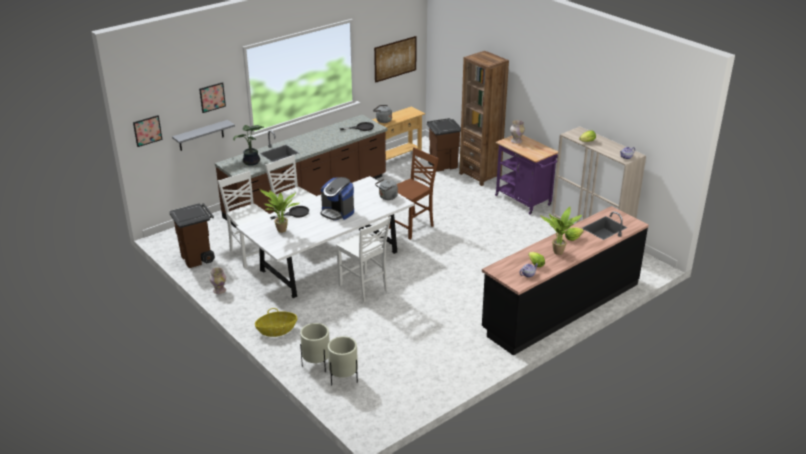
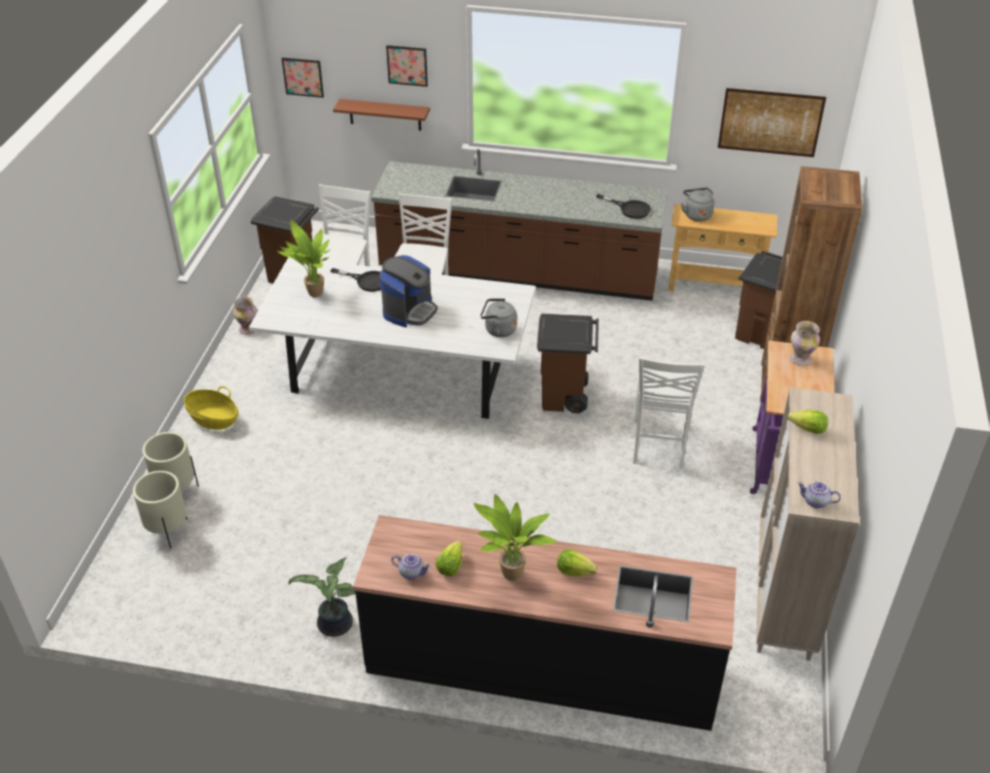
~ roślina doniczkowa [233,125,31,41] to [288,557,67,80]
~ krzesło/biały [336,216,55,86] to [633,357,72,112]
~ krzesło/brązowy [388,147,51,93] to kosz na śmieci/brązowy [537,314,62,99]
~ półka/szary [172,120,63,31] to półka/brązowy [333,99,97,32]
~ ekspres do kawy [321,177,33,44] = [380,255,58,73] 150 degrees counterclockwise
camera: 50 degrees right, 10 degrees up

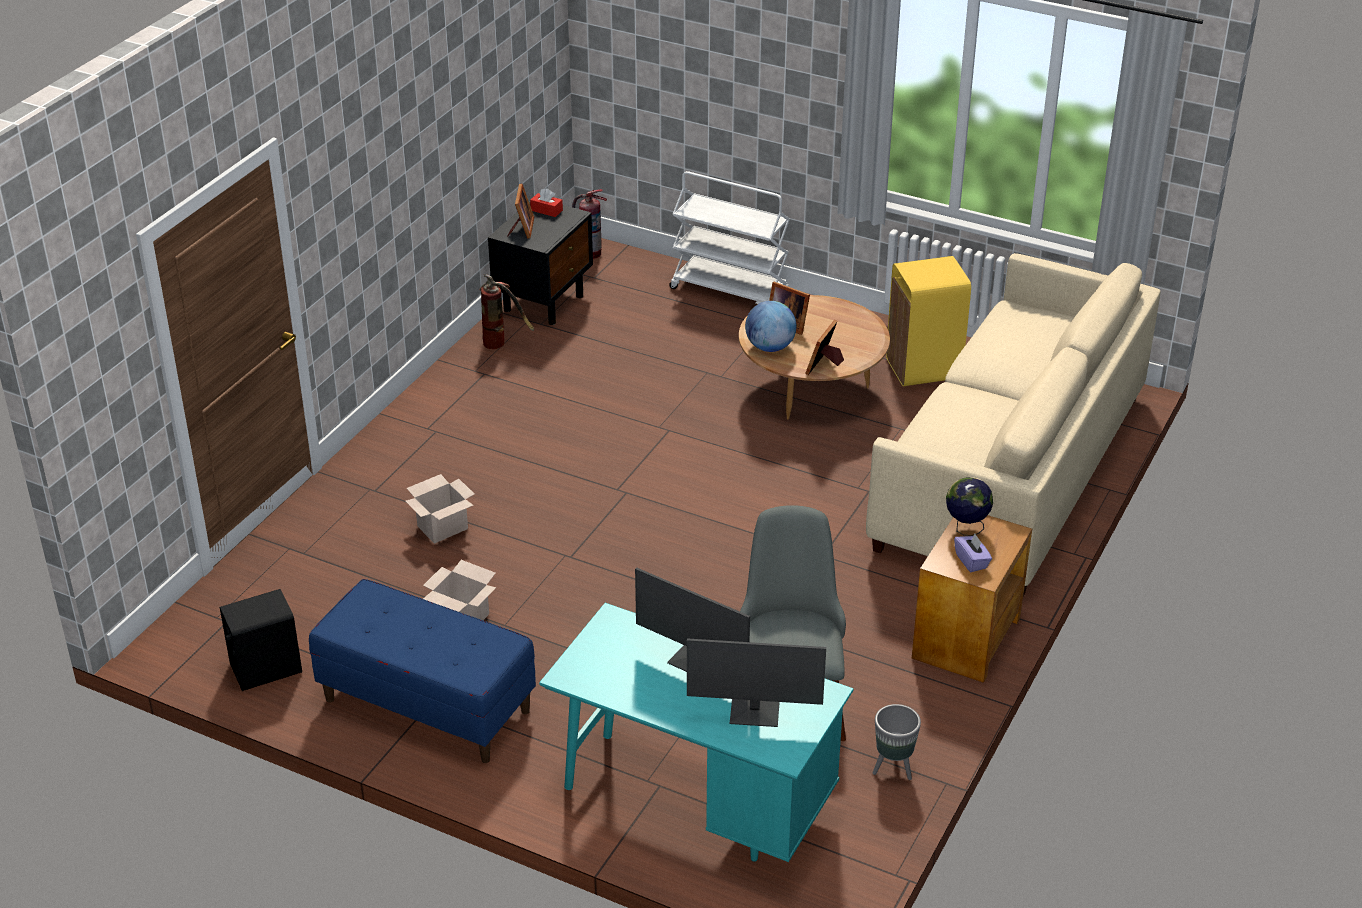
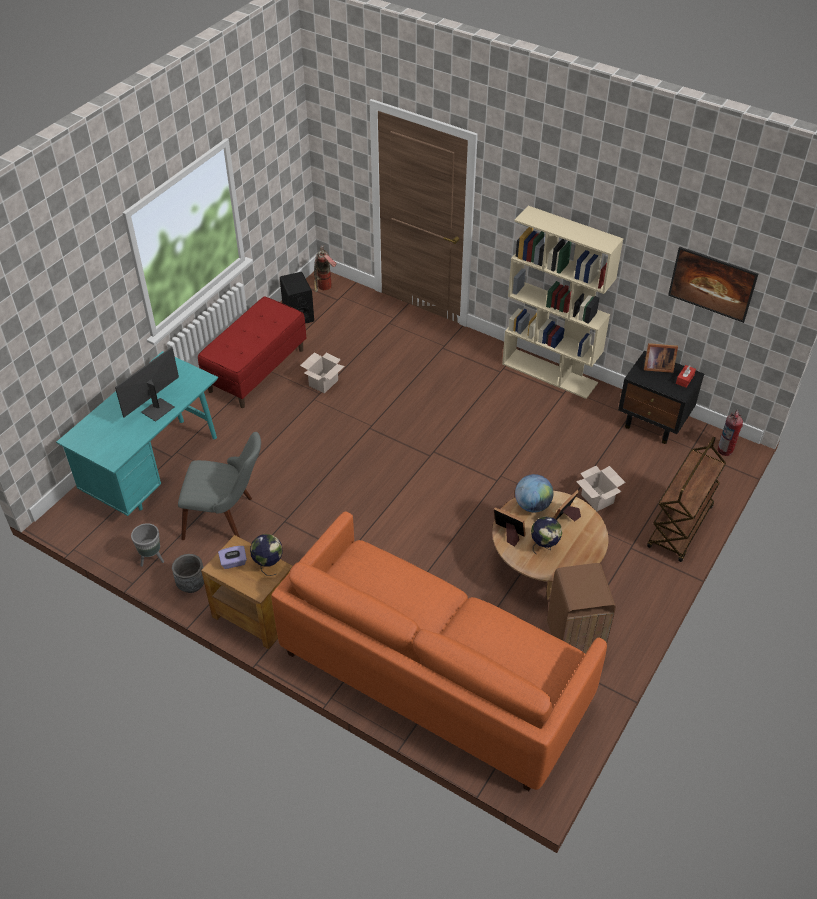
- monitor [687,638,139,89]
+ donica/szary [172,554,32,39]
+ regał/beżowy [502,206,121,193]
+ globus [531,516,31,38]
+ obraz [668,247,90,76]
~ karton [405,474,69,70] to [576,466,50,45]
~ gaśnica [479,274,55,75] to [314,245,23,47]
~ ławka/niebieski [309,579,227,184] to ławka/czerwony [198,296,108,112]
~ wózek/biały [669,171,121,133] to wózek/brązowy [647,437,79,125]
~ kanapa/beżowy [866,253,295,343] to kanapa/pomarańczowy [271,511,336,280]
~ kosz na śmieci/żółty [886,256,85,130] to kosz na śmieci/brązowy [547,563,69,91]
camera: 95 degrees right, 10 degrees up

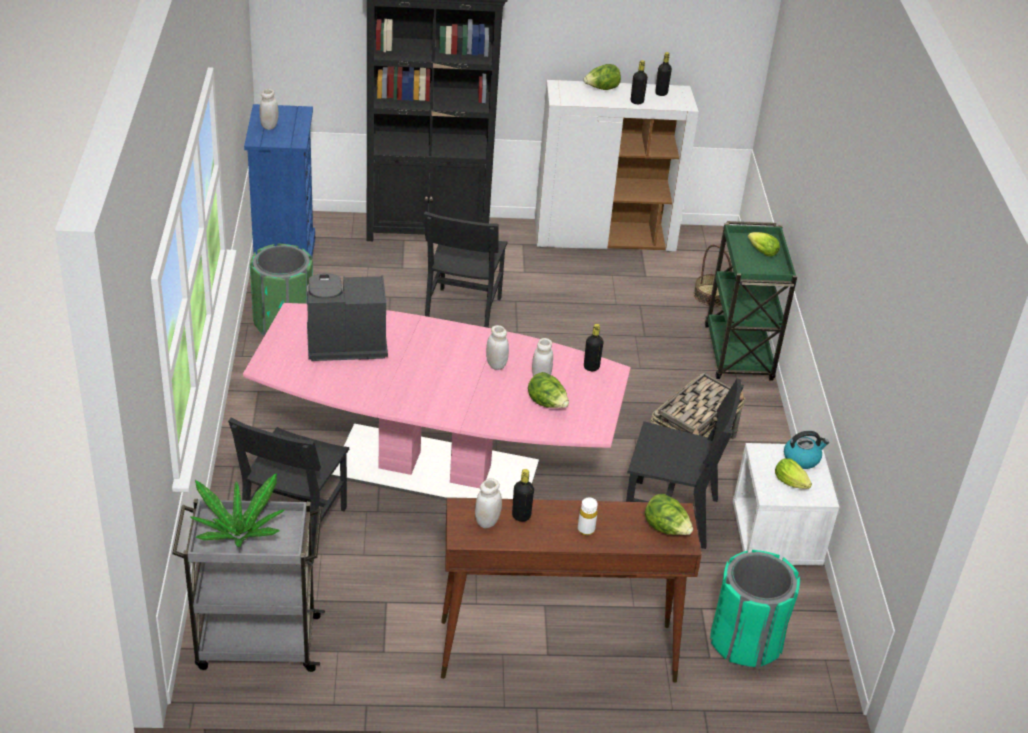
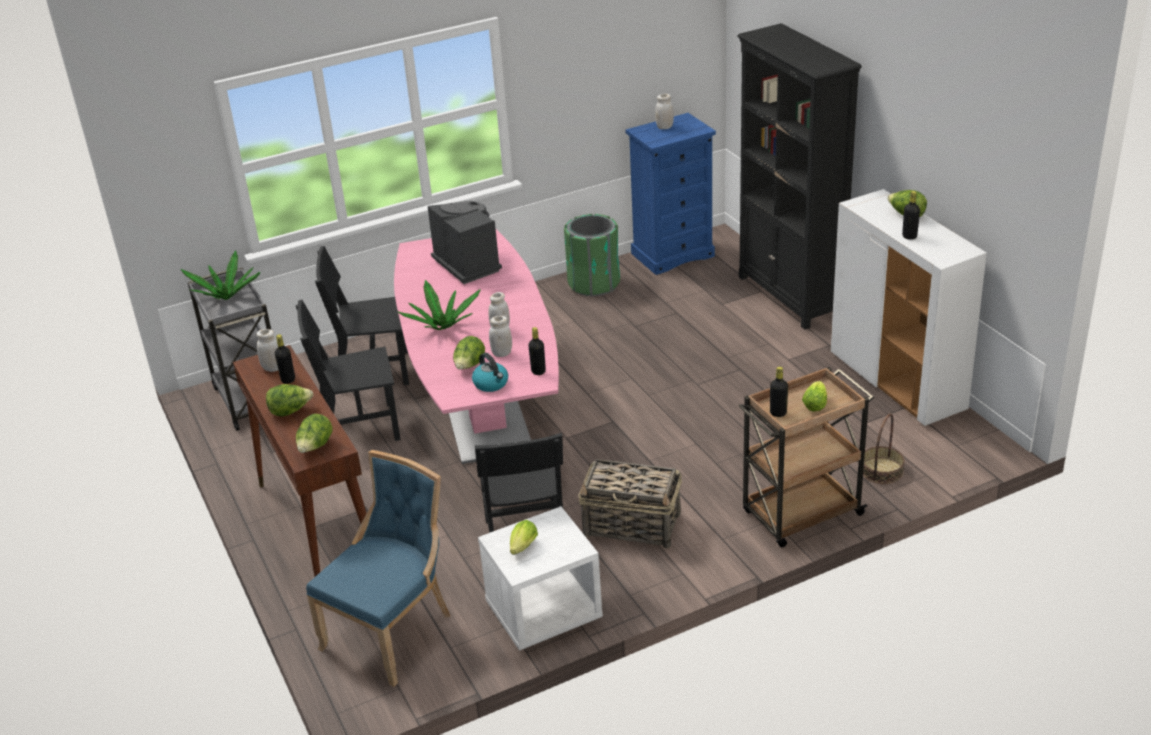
+ roślina doniczkowa [398,280,83,50]
~ krzesło/czarny [424,211,84,117] to [296,300,105,141]
~ butelka/czarny [655,52,17,44] to [770,367,18,50]
~ czajnik [784,431,45,38] to [472,353,36,39]
~ butelka/biały [578,498,20,37] to sałata [266,384,47,32]
~ kosz na śmieci/zielony [710,550,90,117] to krzesło/niebieski [306,450,144,237]
~ wózek/zielony [705,221,92,160] to wózek/brązowy [738,367,136,181]
camera: 70 degrees right, 5 degrees down

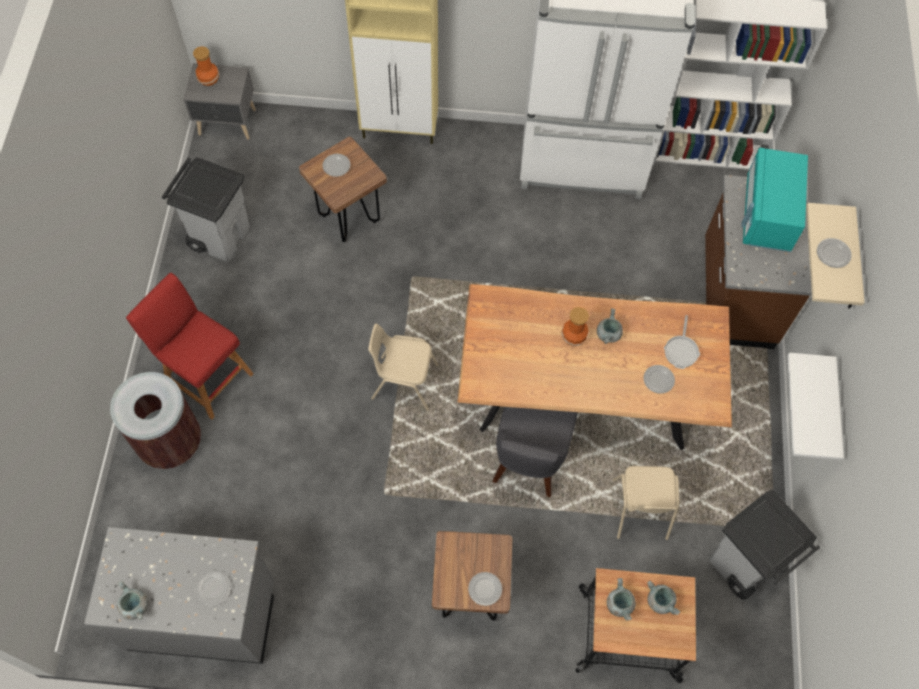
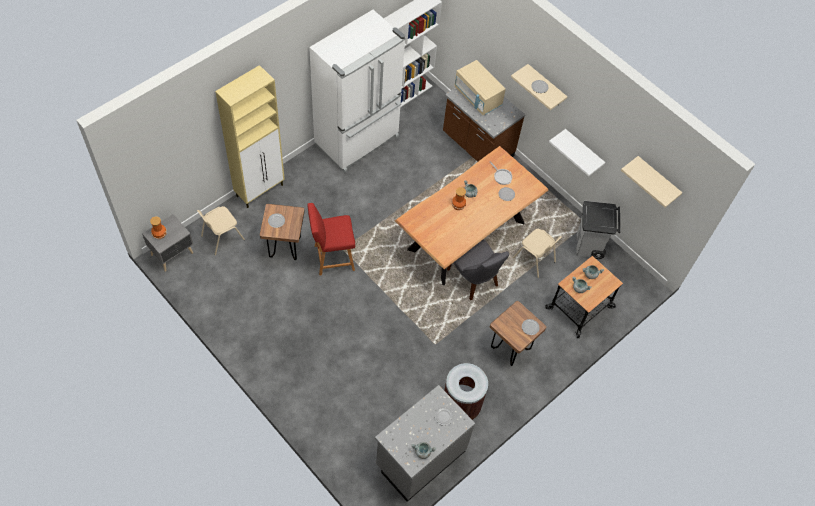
- kosz na śmieci/szary [162,157,88,105]
+ półka/beżowy [621,156,61,52]
~ kosz na śmieci/brązowy [110,372,91,97] to [444,363,44,57]
~ stołek/czerwony [126,273,128,147] to [307,203,48,72]
~ krzesło/beżowy [368,324,71,87] to [197,206,48,49]
~ mikrofalówka/turkusowy [741,147,67,105] to mikrofalówka/beżowy [455,60,51,55]
camera: 50 degrees left, 5 degrees down

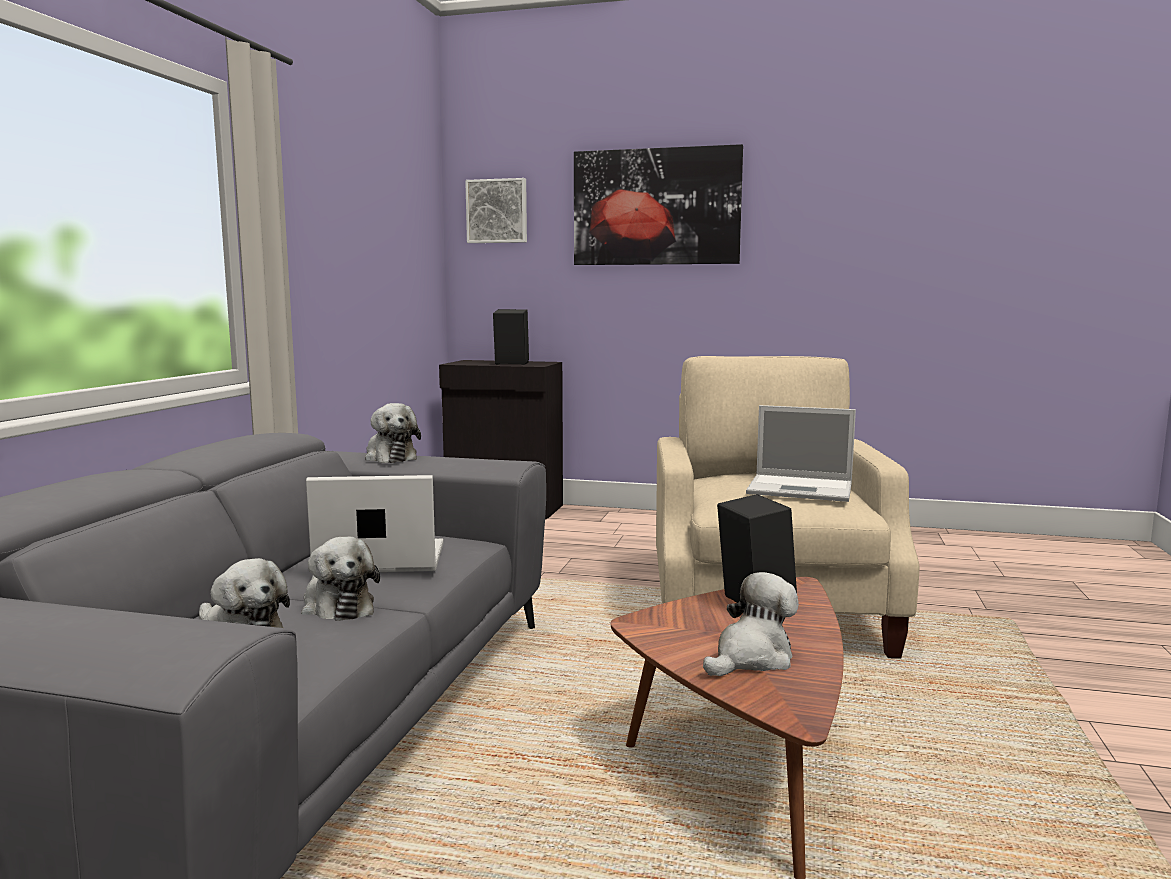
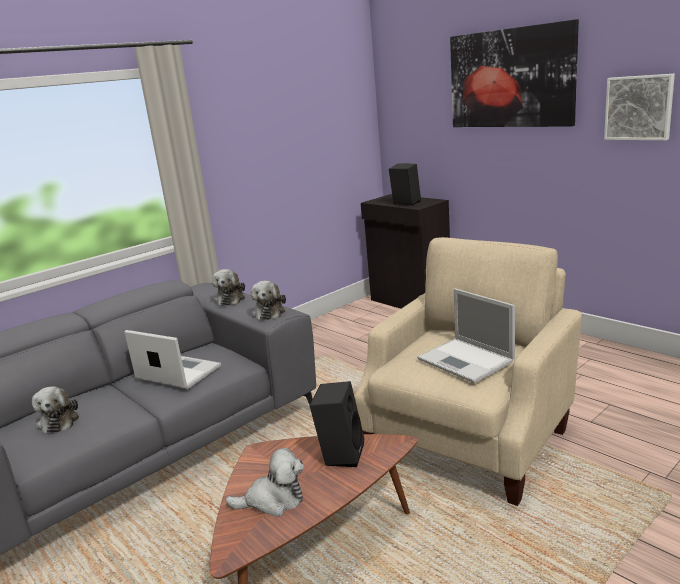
~ pluszak [301,537,79,84] to [250,281,36,39]
~ obraz [465,178,62,65] to [604,74,71,67]
camera: 35 degrees right, 10 degrees up

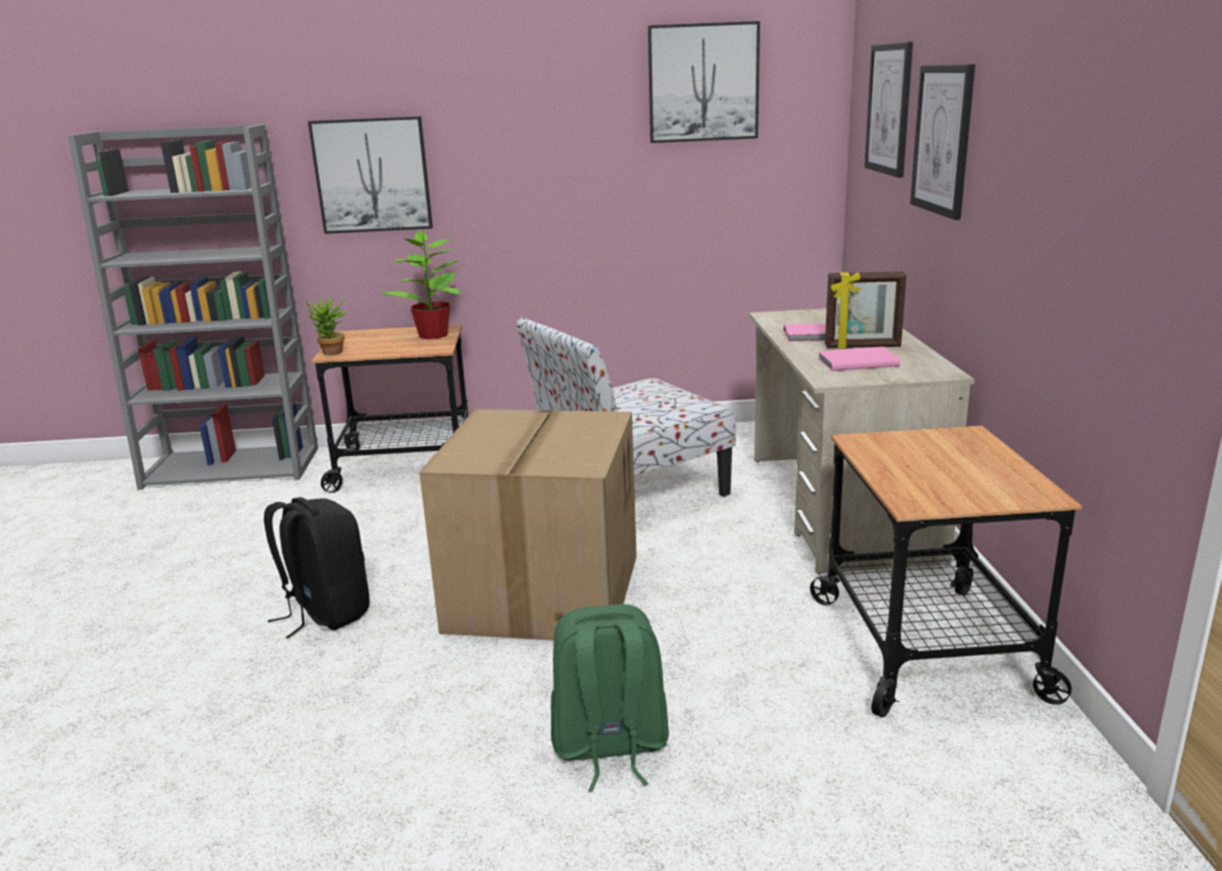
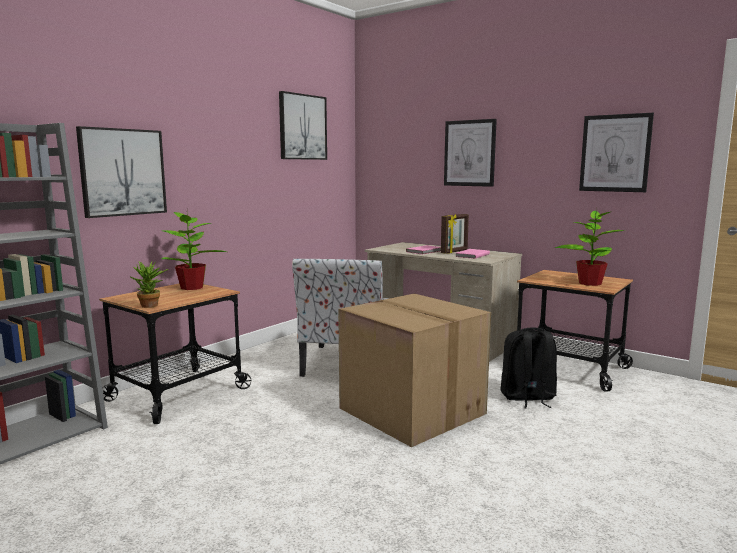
- plecak/zielony [551,604,118,188]
+ roślina doniczkowa [555,211,70,75]
~ plecak/czarny [264,497,106,142] to [500,328,57,80]
~ obraz [864,42,49,136] to [579,113,75,79]
camera: 50 degrees left, 10 degrees down

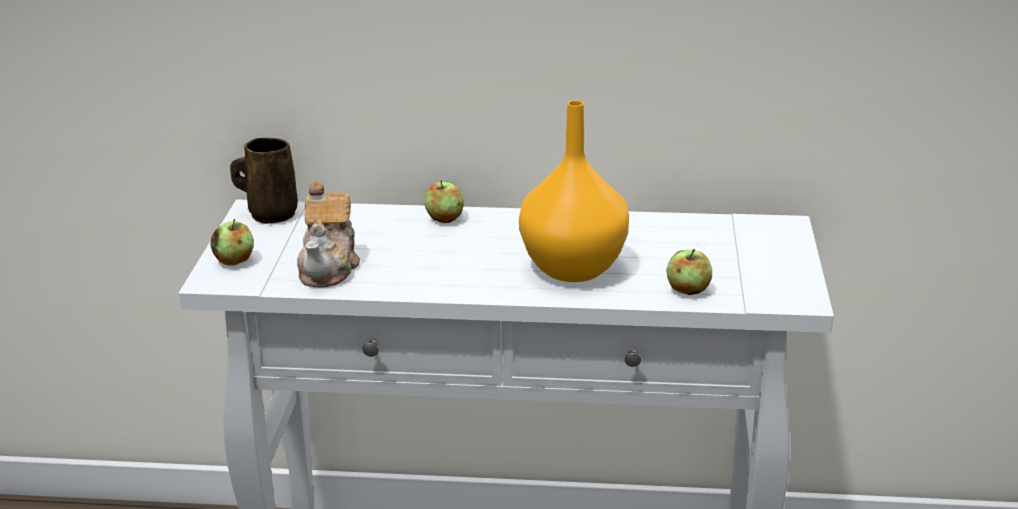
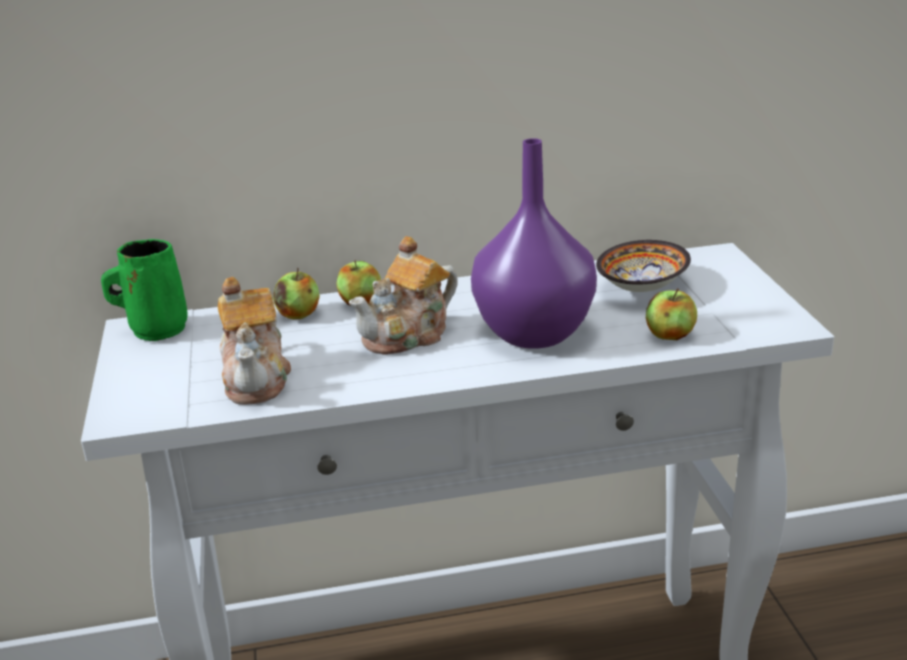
+ imbryk [349,236,109,119]
+ miska [596,240,95,52]
~ jabłko [210,219,44,47] to [273,268,47,52]
~ kubek/brązowy [230,138,68,86] to kubek/zielony [101,239,86,102]
~ wazon/pomarańczowy [519,100,110,182] to wazon/fioletowy [471,138,126,210]
camera: 15 degrees left, 0 degrees up

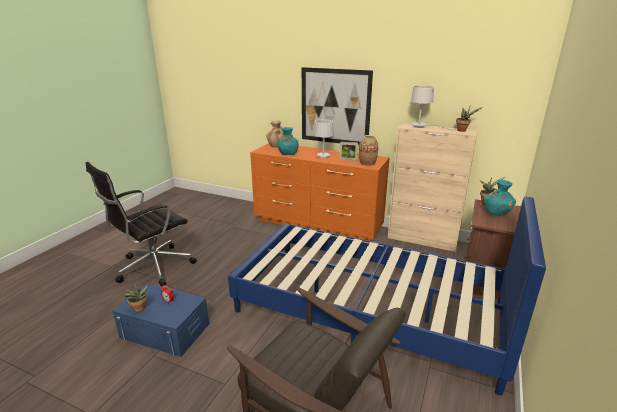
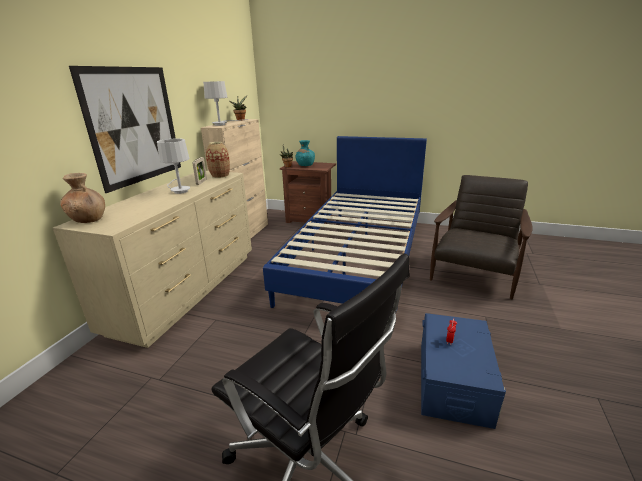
- roślina doniczkowa [123,284,26,28]
- wazon/turkusowy [278,127,21,28]
~ komoda/pomarańczowy [250,143,140,98] to komoda/beżowy [53,171,199,177]
camera: 95 degrees left, 0 degrees up

